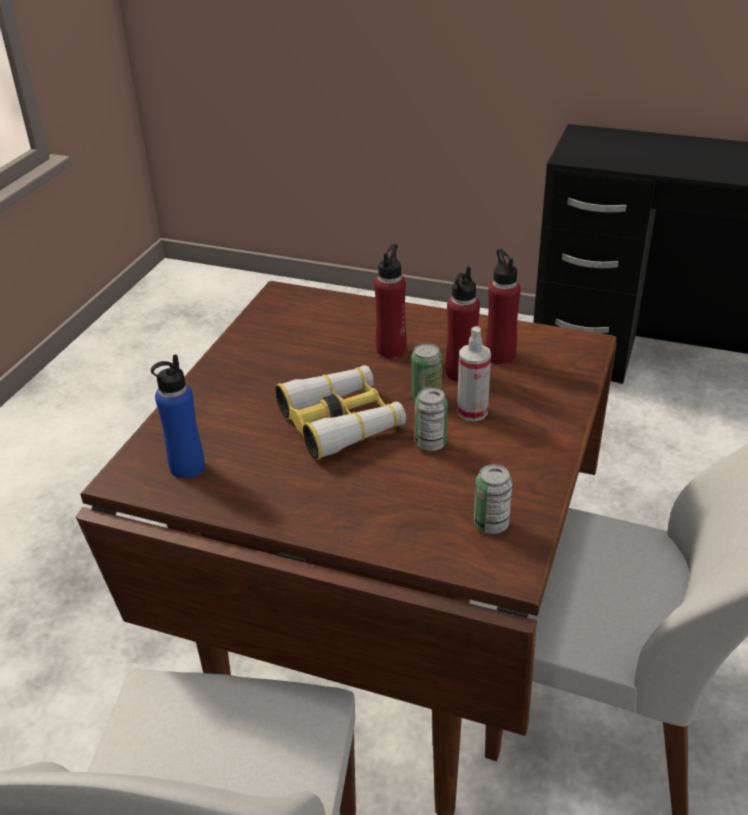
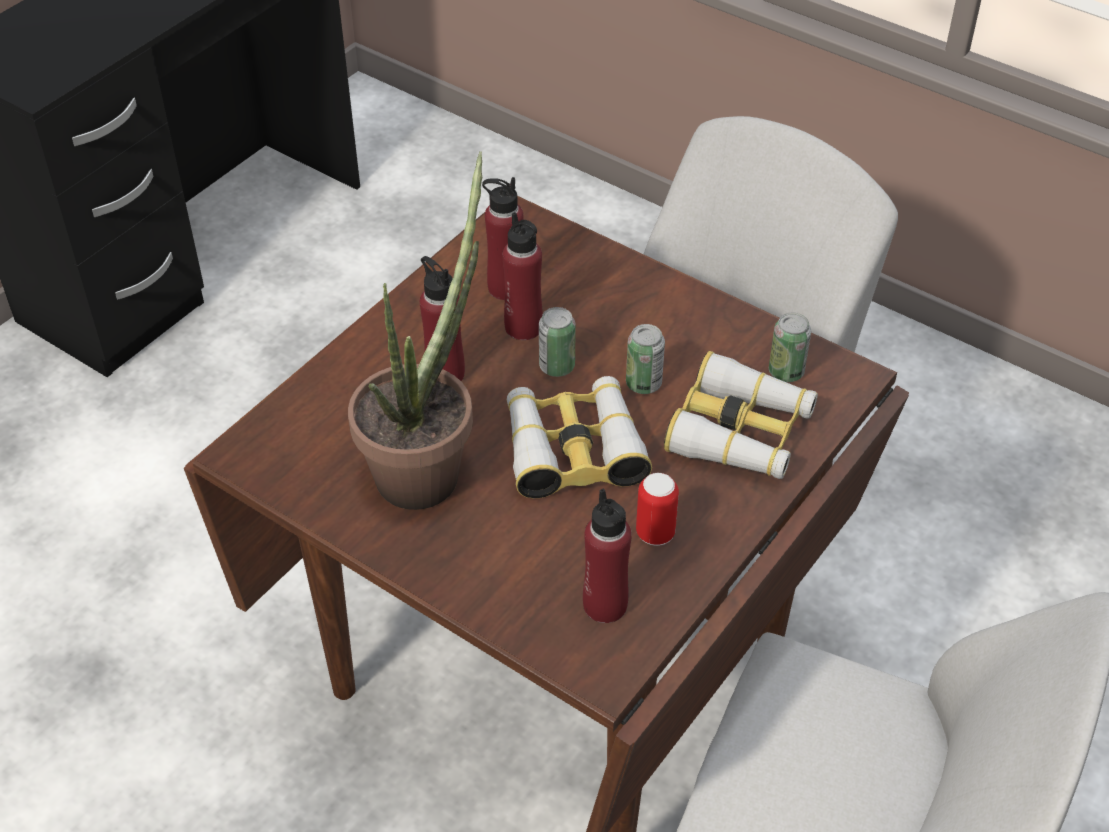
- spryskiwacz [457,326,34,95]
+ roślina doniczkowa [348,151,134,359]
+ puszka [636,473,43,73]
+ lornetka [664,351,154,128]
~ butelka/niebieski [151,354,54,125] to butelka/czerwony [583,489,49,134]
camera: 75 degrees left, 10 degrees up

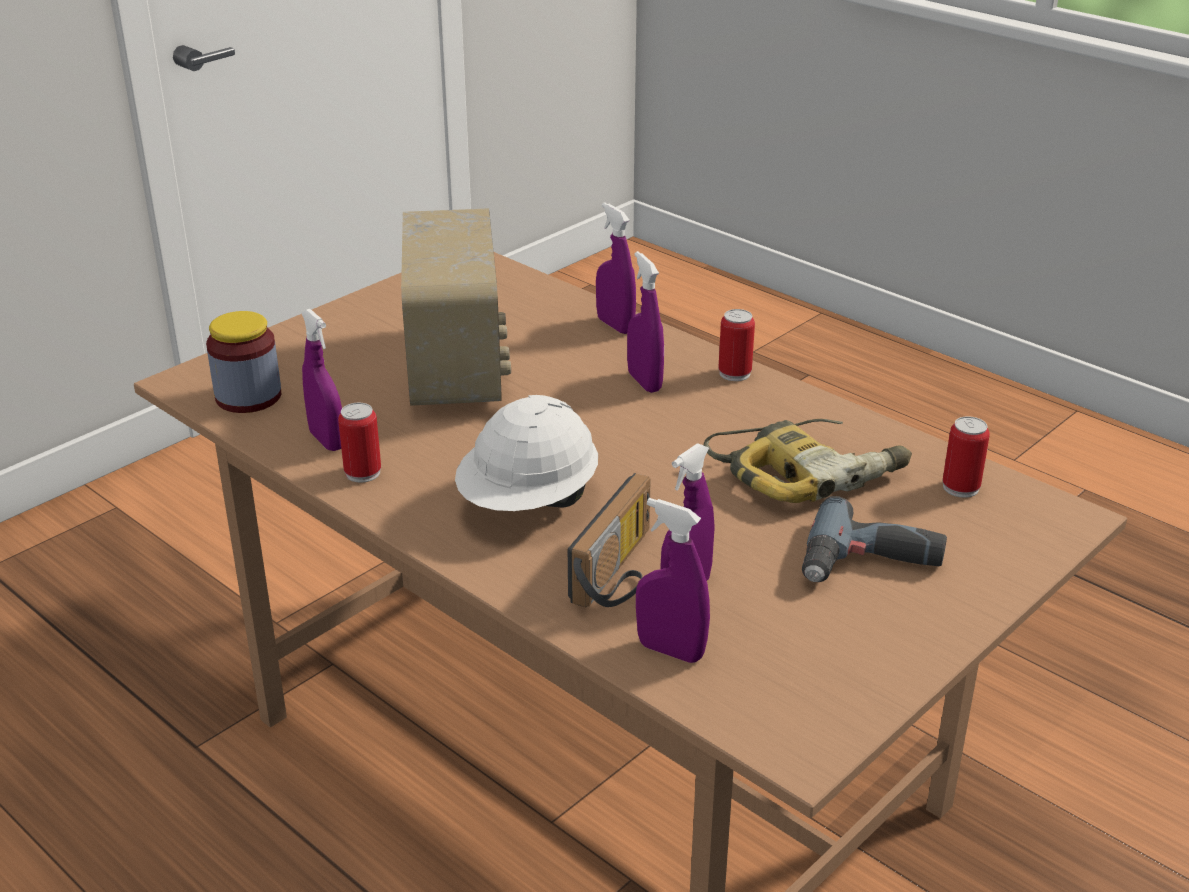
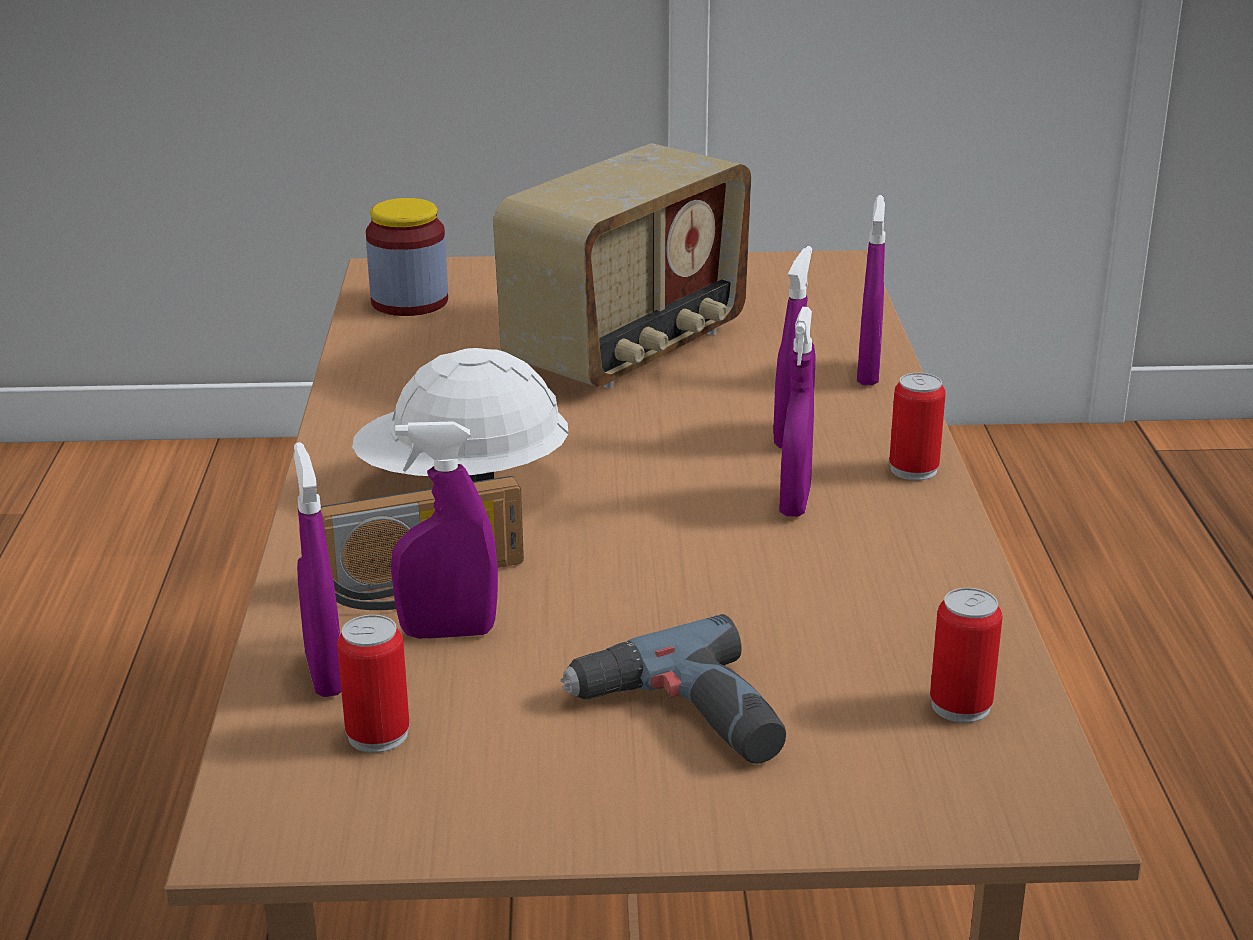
- wiertarka [703,419,209,84]
~ spryskiwacz/fioletowy [301,309,41,142] to [779,307,35,210]
~ puszka [338,403,43,80] to [337,615,72,138]
camera: 45 degrees right, 5 degrees down

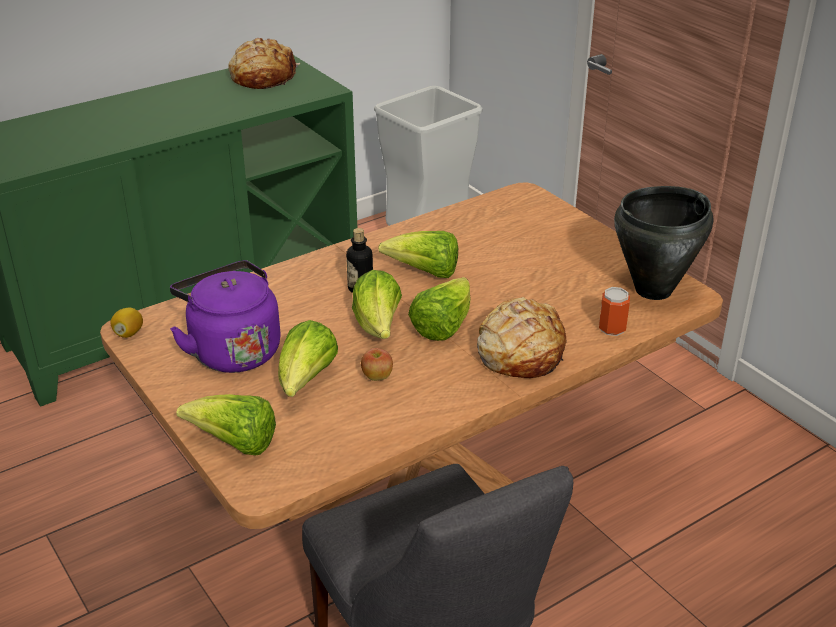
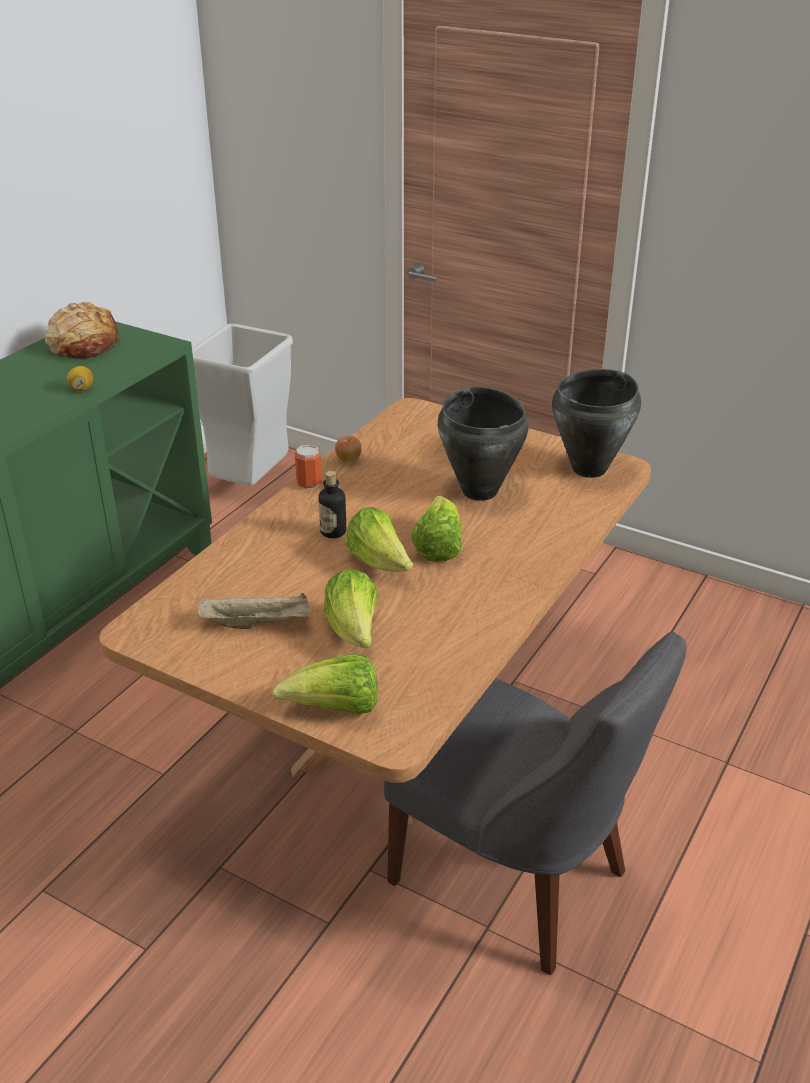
- sałata [378,231,80,47]
- chleb [477,297,90,81]
+ garnek/czarny [438,387,91,114]
~ cytryna [110,308,33,30] to [67,366,26,25]
~ jabłko [361,348,32,33] to [335,436,27,27]
~ puszka [599,287,31,49] to [295,444,27,45]
~ czajnik/fioletowy [170,260,111,113] to taca/beżowy [197,593,113,36]
camera: 25 degrees left, 0 degrees up

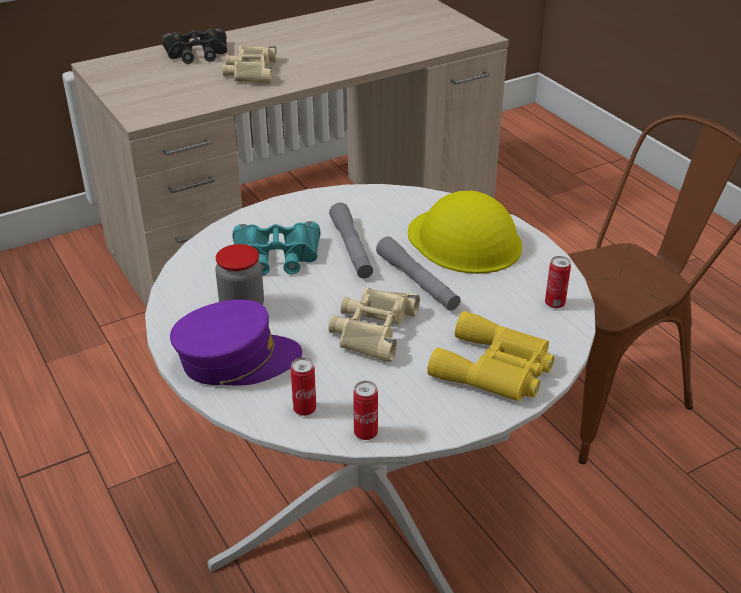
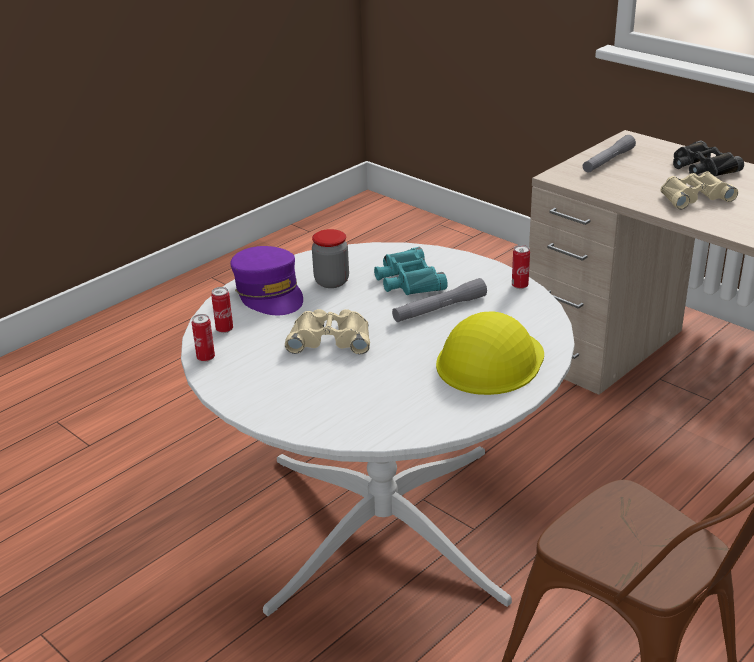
- lornetka/żółty [427,311,127,90]
~ latarka/szary [376,236,85,75] to [583,135,53,38]
~ puszka [545,256,26,53] to [512,245,18,44]
camera: 75 degrees right, 5 degrees down

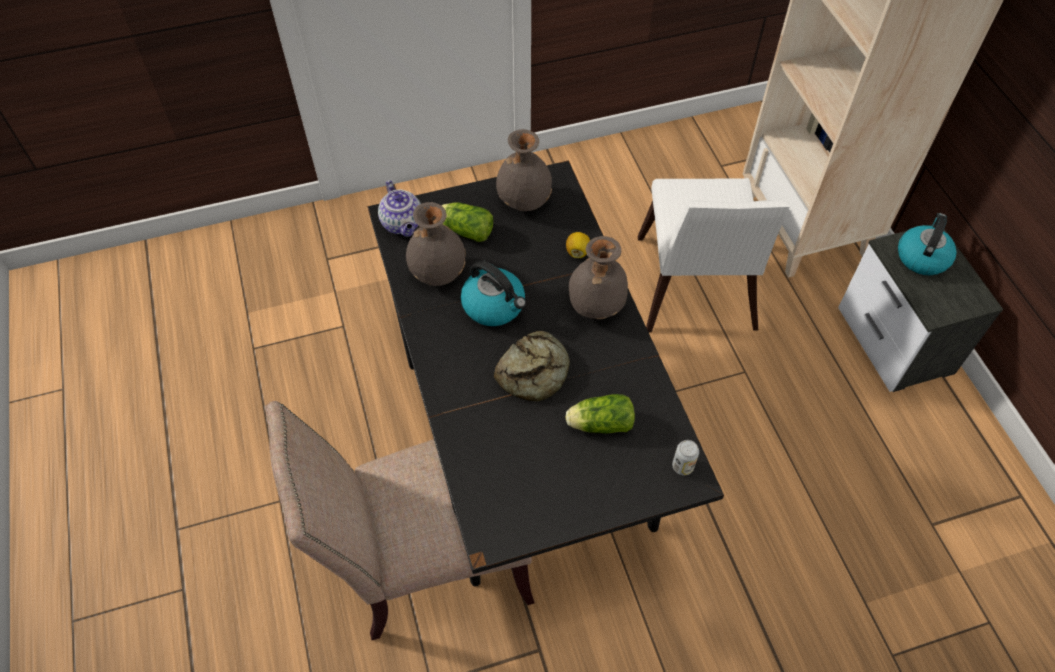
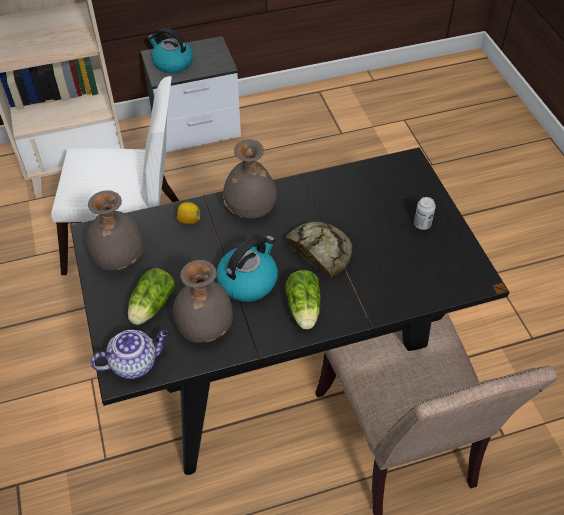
~ sałata [565,394,70,40] to [285,270,36,59]
~ puszka [672,440,27,35] to [414,197,22,33]
camera: 90 degrees left, 5 degrees down

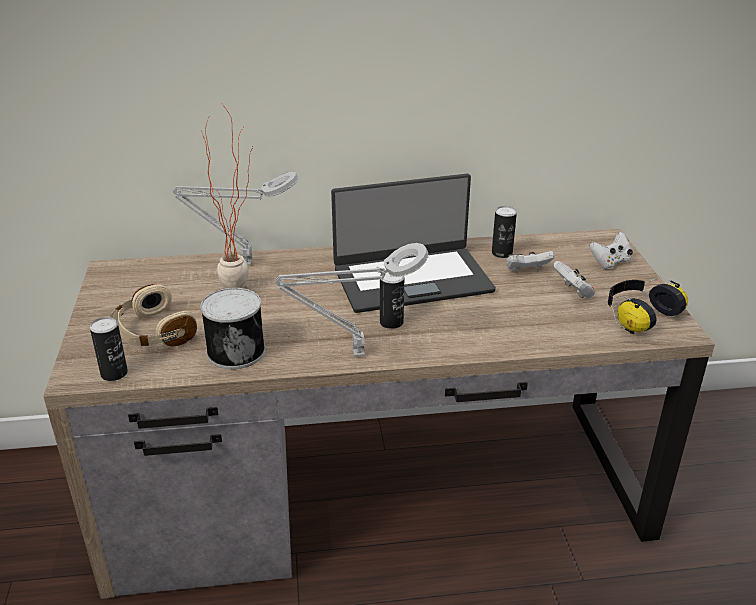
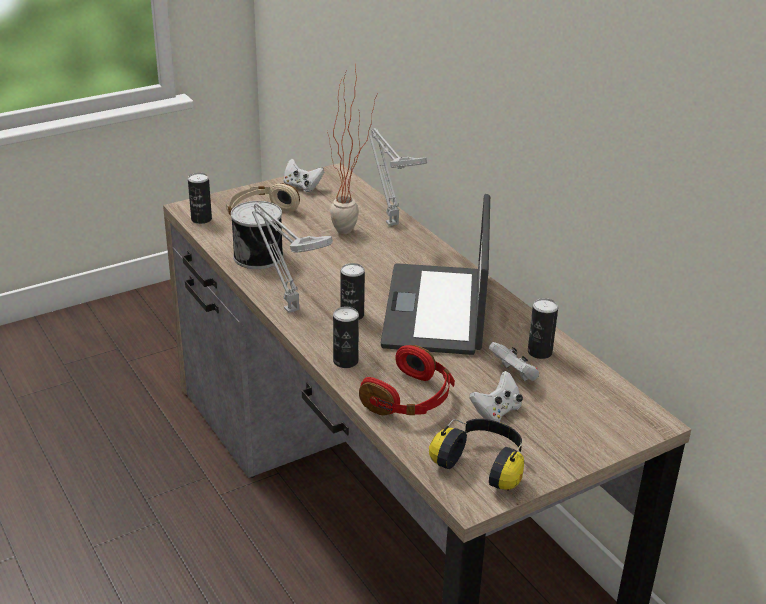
+ puszka [333,307,26,61]
+ słuchawki/czerwony [359,345,96,71]
~ pad do gier/biały [589,232,44,37] to [284,159,40,33]
~ laptop [331,174,165,139] = [381,194,109,161] 45 degrees clockwise
camera: 65 degrees right, 0 degrees up

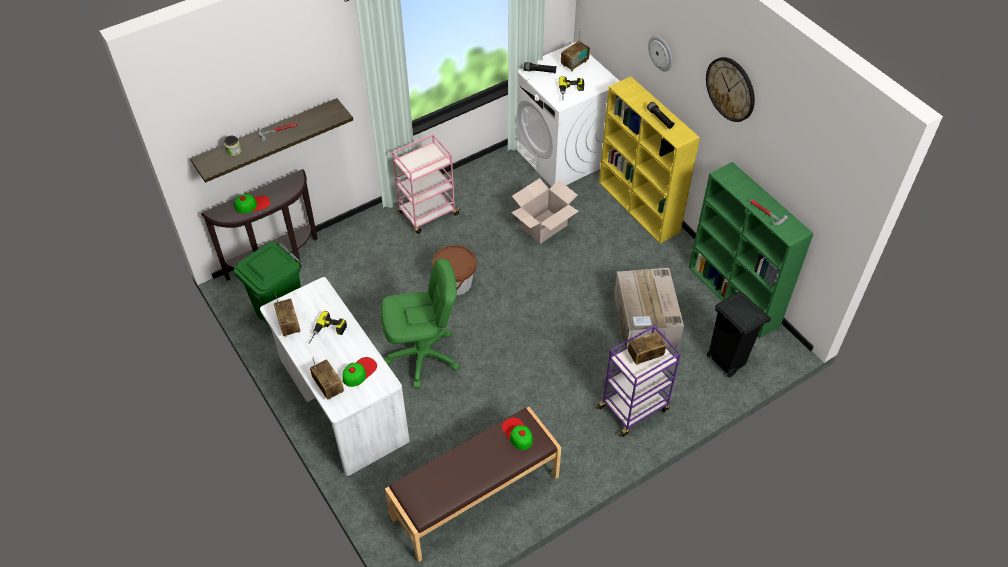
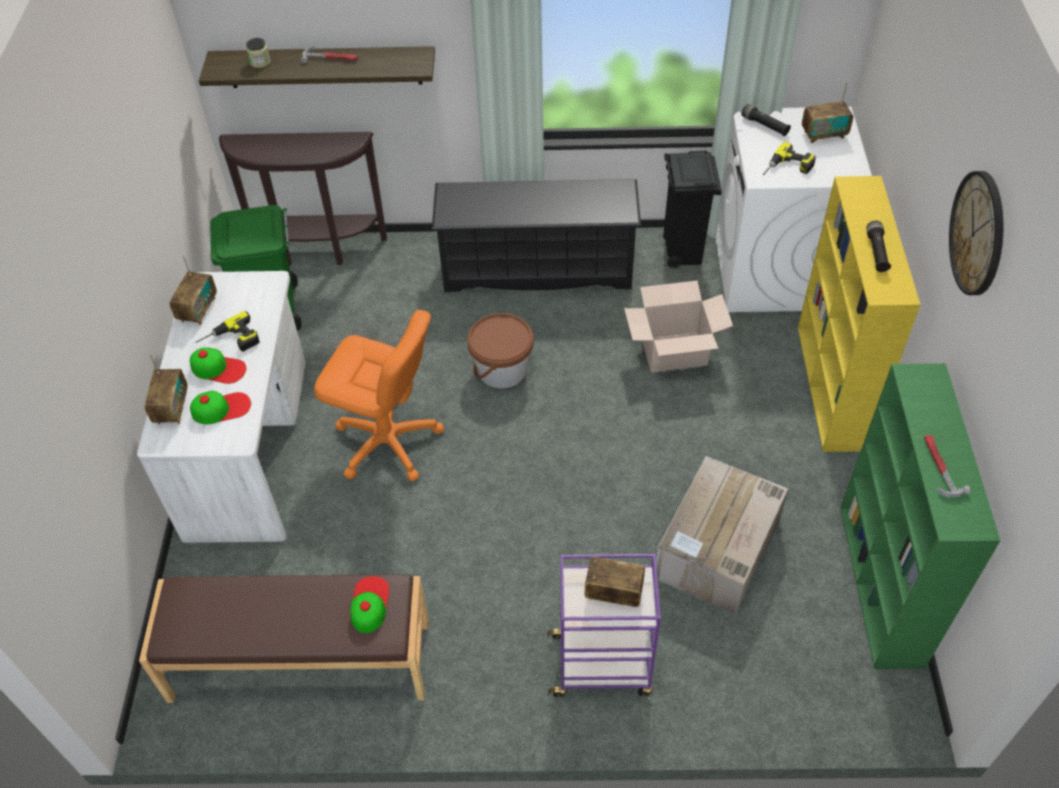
- zegar ścienny [648,36,24,35]
~ czapka z daszkiem [234,194,36,19] to [190,347,56,37]
~ kosz na śmieci/czarny [707,291,64,86] to [663,150,59,118]
~ wózek/różowy [392,134,68,100] to regał na buty/czarny [432,179,209,113]
~ krzesło biurowe/zielony [381,258,78,130] to krzesło biurowe/pomarańczowy [314,310,130,171]
camera: 35 degrees right, 0 degrees up

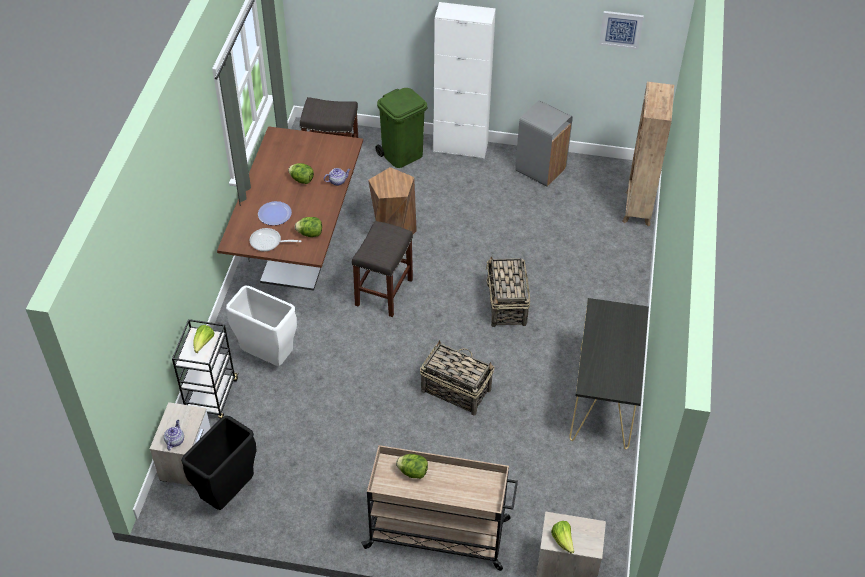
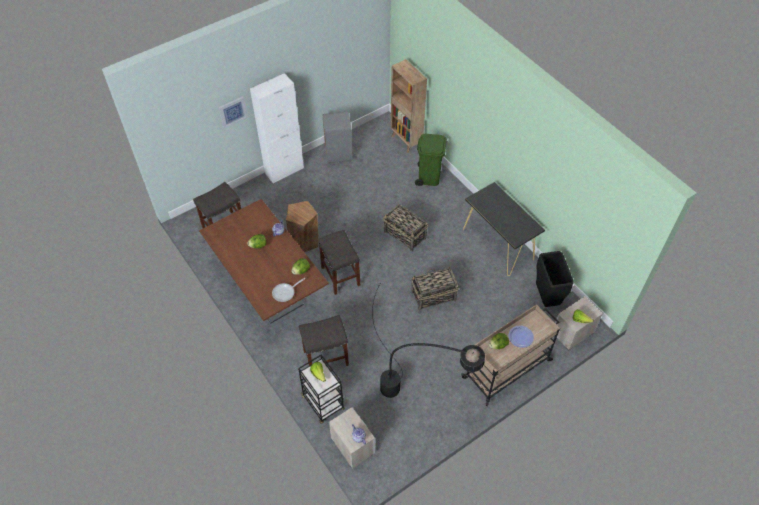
+ lampa stojąca/czarny [372,284,113,114]
~ kosz na śmieci/czarny [181,416,76,94] to [536,251,38,56]
~ talerz [258,201,34,24] to [508,325,26,23]
~ kosz na śmieci/zielony [375,88,52,80] to [415,134,32,52]
~ obraz [599,11,45,38] to [219,96,29,32]
~ kosz na śmieci/biały [226,286,71,80] to stołek/szary [299,315,50,51]
camera: 45 degrees left, 5 degrees up

